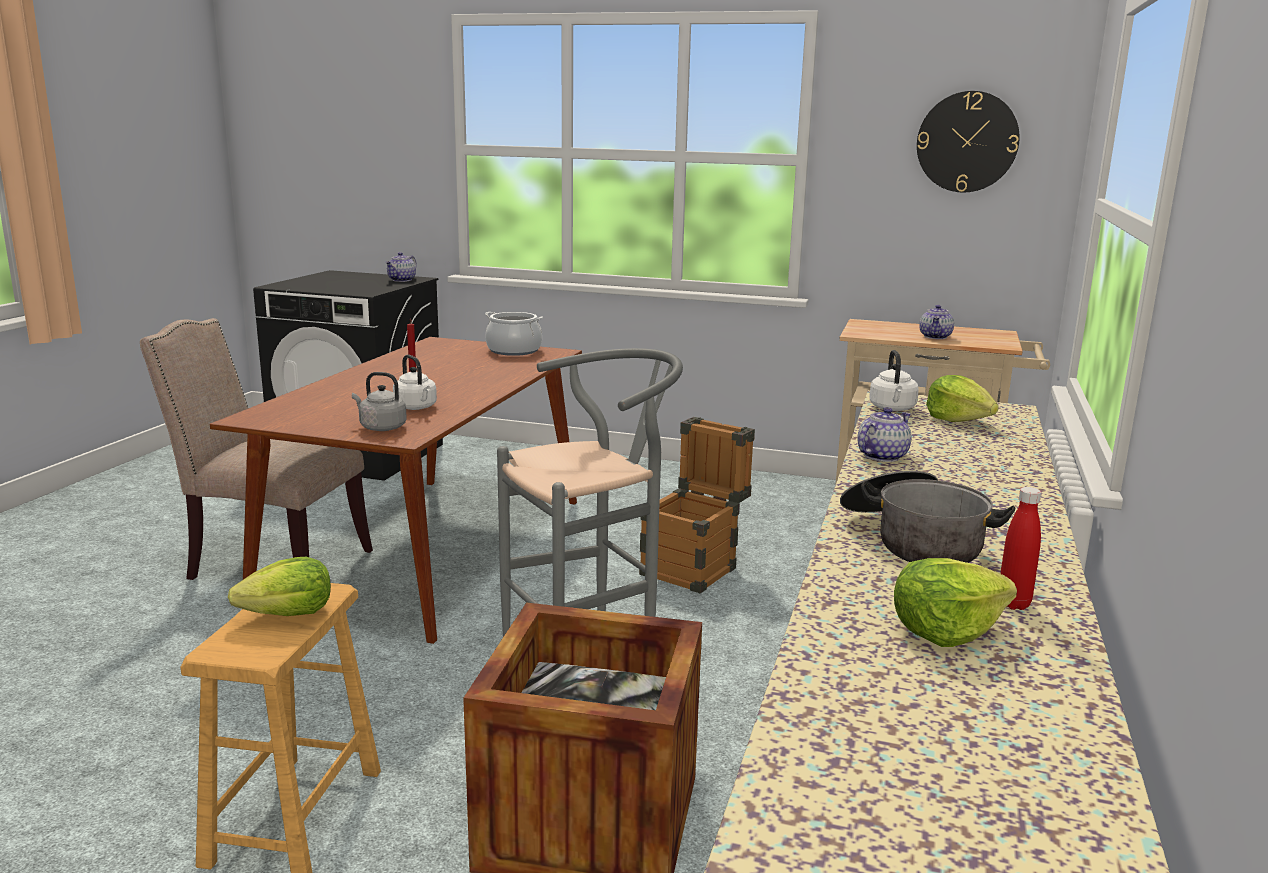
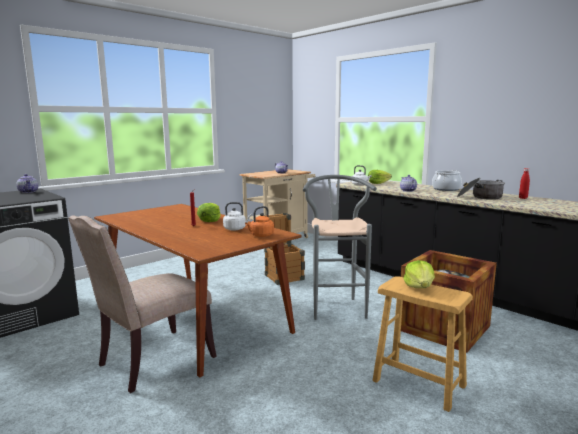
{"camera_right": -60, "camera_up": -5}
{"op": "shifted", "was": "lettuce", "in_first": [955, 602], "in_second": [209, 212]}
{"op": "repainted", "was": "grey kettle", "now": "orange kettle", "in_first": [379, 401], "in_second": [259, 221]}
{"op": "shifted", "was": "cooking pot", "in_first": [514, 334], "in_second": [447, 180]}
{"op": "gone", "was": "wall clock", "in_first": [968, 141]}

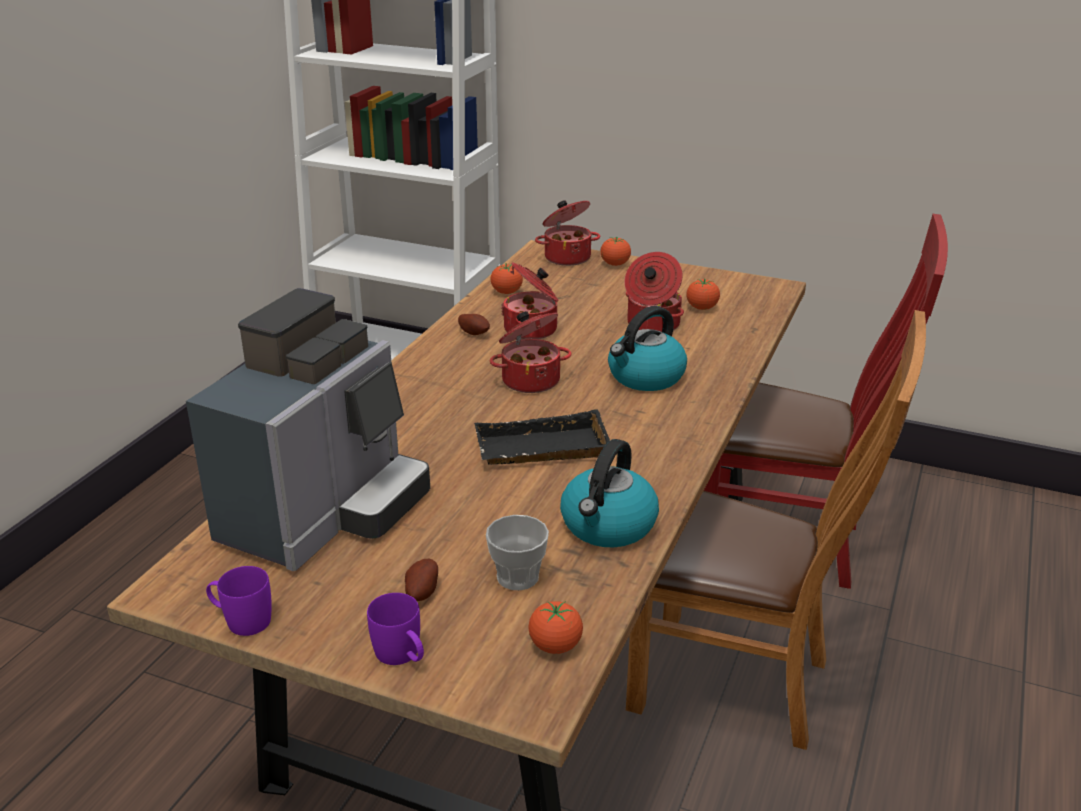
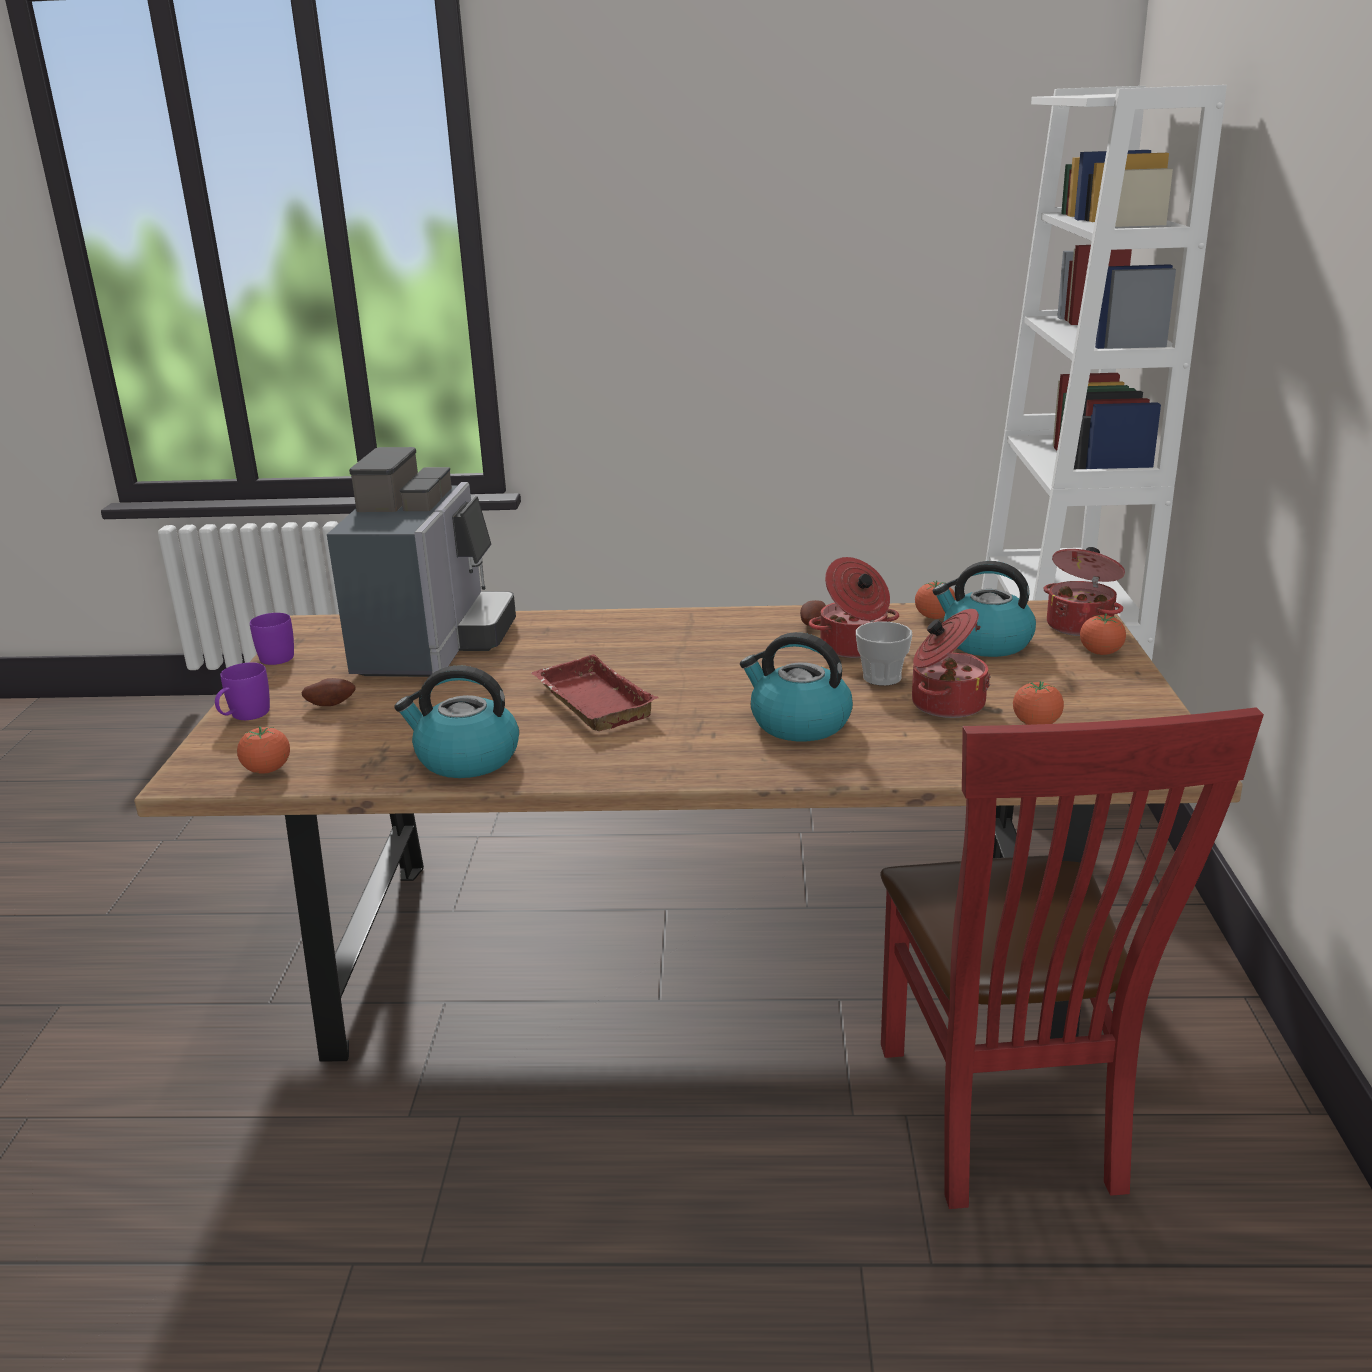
{"camera_right": 70, "camera_up": -5}
{"op": "rotated", "was": "coffee machine", "in_first": [308, 429], "in_second": [421, 562], "clockwise": -90}
{"op": "repainted", "was": "black tray", "now": "red tray", "in_first": [542, 437], "in_second": [594, 692]}
{"op": "shifted", "was": "cup", "in_first": [517, 552], "in_second": [884, 654]}
{"op": "new", "now": "kettle", "in_second": [984, 609]}
{"op": "gone", "was": "cooking pot", "in_first": [531, 352]}
{"op": "gone", "was": "brown chair", "in_first": [776, 530]}

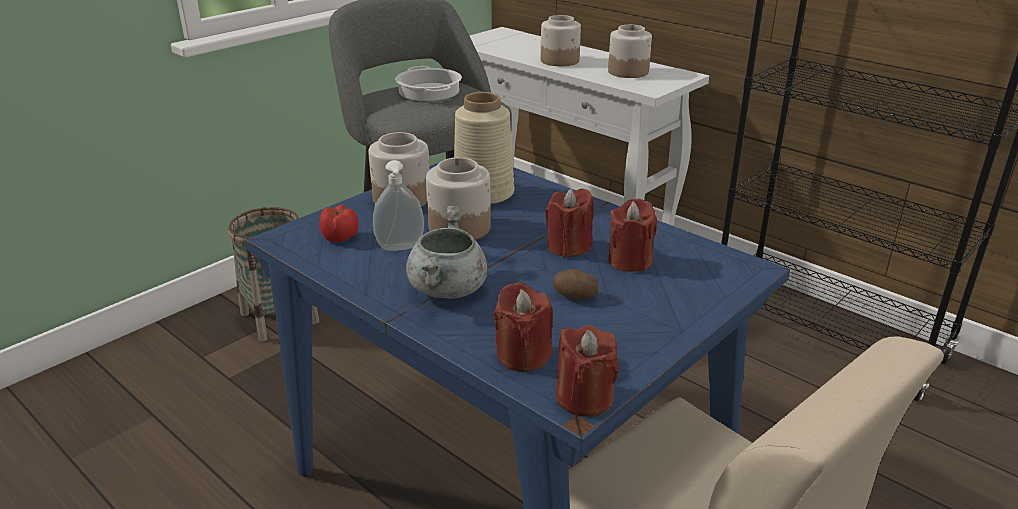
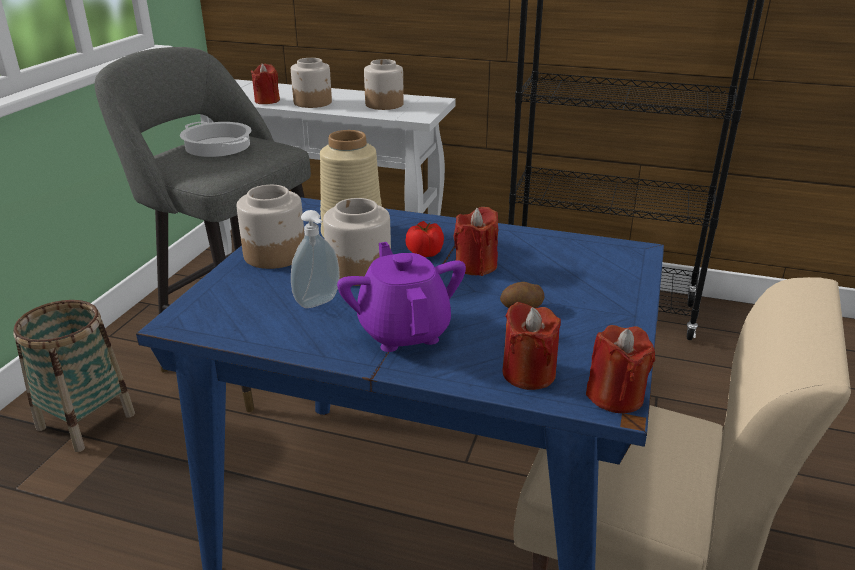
{"camera_right": -25, "camera_up": 0}
{"op": "shifted", "was": "red candle", "in_first": [632, 235], "in_second": [265, 83]}
{"op": "swapped", "was": "grey cooking pot", "now": "purple teapot", "in_first": [447, 252], "in_second": [401, 297]}
{"op": "shifted", "was": "tomato", "in_first": [339, 223], "in_second": [424, 239]}

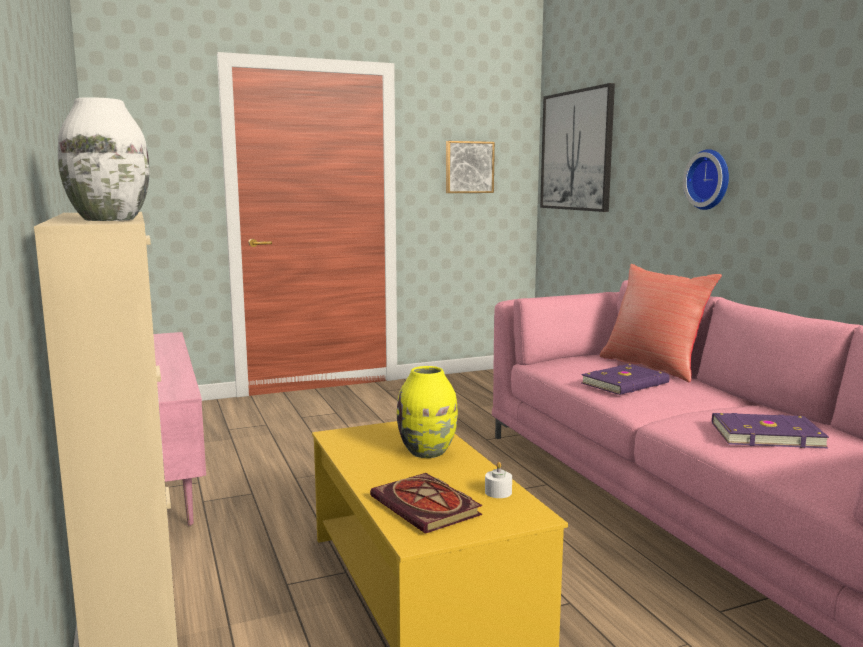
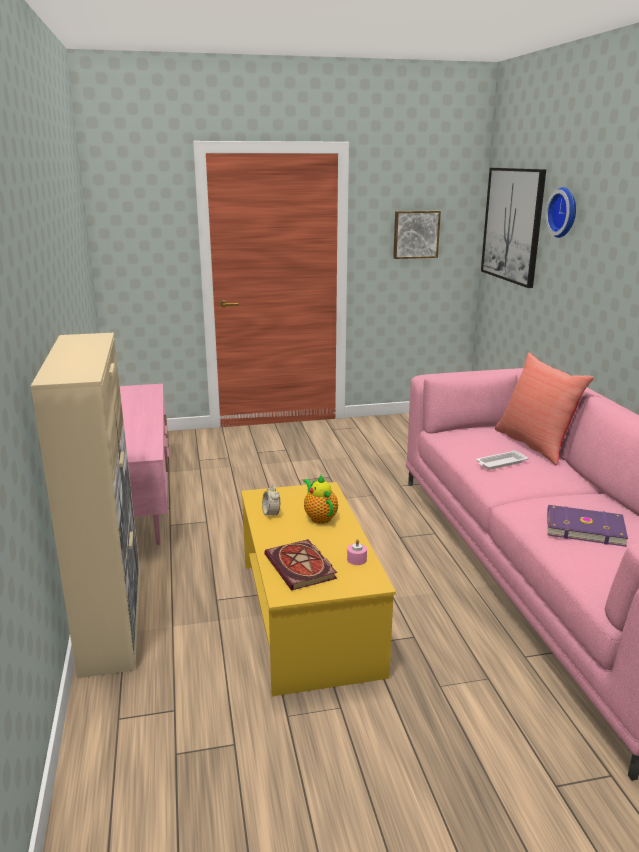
{"camera_right": 10, "camera_up": 10}
{"op": "new", "now": "alarm clock", "in_second": [271, 501]}
{"op": "swapped", "was": "yellow vase", "now": "teapot", "in_first": [427, 412], "in_second": [321, 499]}
{"op": "repainted", "was": "white candle", "now": "pink candle", "in_first": [498, 480], "in_second": [357, 552]}
{"op": "swapped", "was": "purple book", "now": "white tray", "in_first": [625, 379], "in_second": [502, 459]}
{"op": "shifted", "was": "wall clock", "in_first": [706, 179], "in_second": [560, 212]}
{"op": "gone", "was": "white vase", "in_first": [104, 159]}

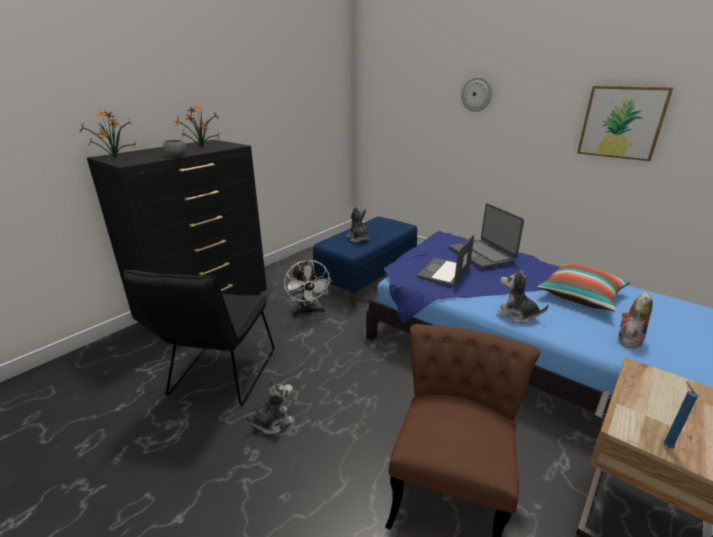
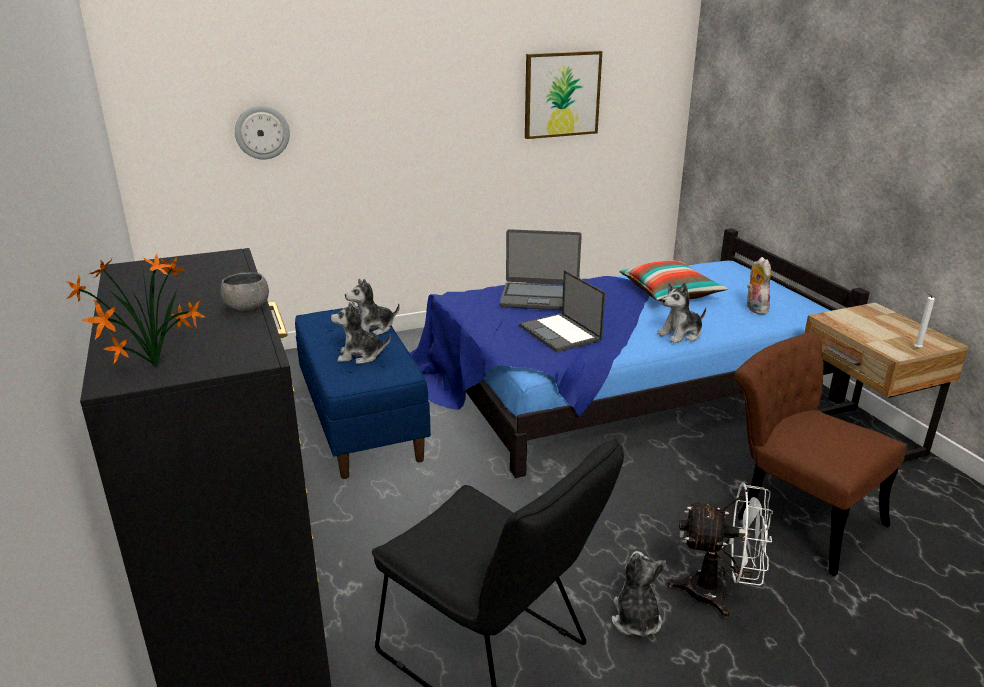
{"camera_right": -60, "camera_up": 0}
{"op": "shifted", "was": "wall clock", "in_first": [477, 94], "in_second": [262, 132]}
{"op": "new", "now": "plush toy", "in_second": [372, 307]}
{"op": "shifted", "was": "white fan", "in_first": [308, 288], "in_second": [720, 550]}
{"op": "repainted", "was": "blue candle", "now": "white candle", "in_first": [680, 414], "in_second": [925, 320]}
{"op": "gone", "was": "potted plant", "in_first": [197, 126]}

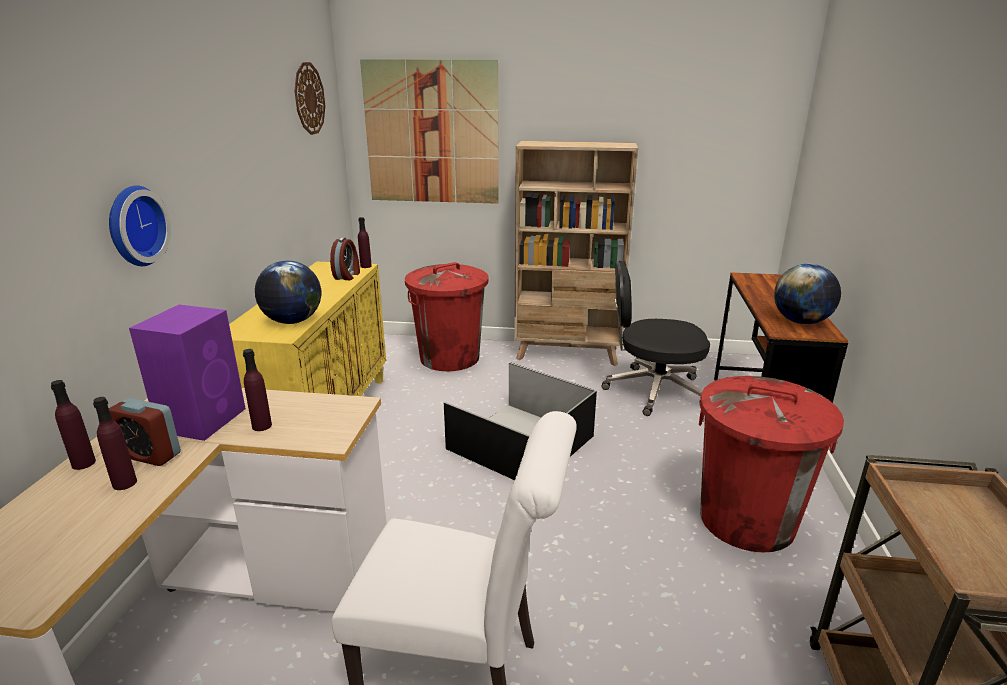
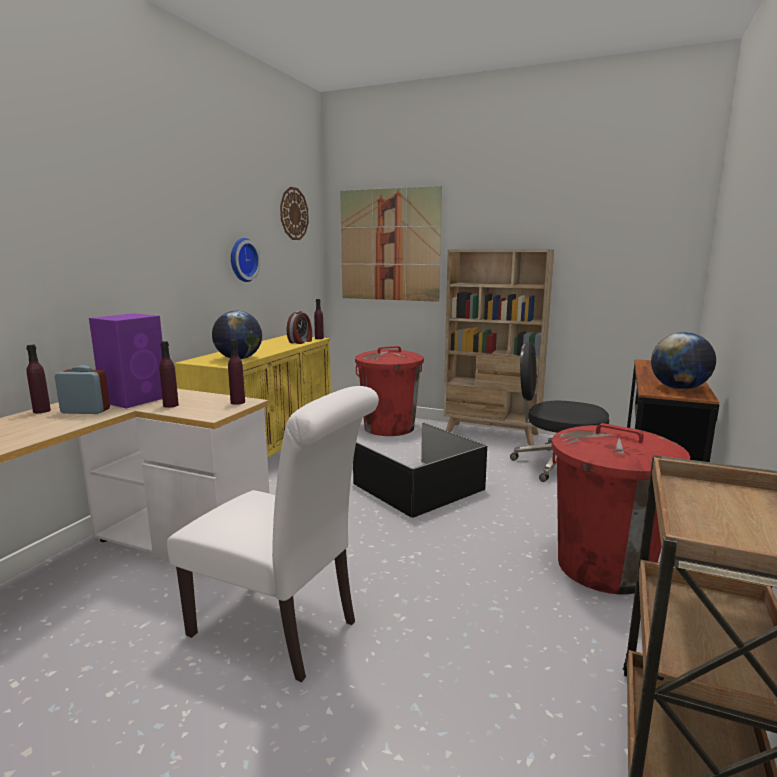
{"camera_right": 15, "camera_up": -10}
{"op": "rotated", "was": "alarm clock", "in_first": [145, 432], "in_second": [82, 389], "clockwise": 150}
{"op": "shifted", "was": "purple bottle", "in_first": [115, 443], "in_second": [236, 372]}
{"op": "shifted", "was": "wall clock", "in_first": [140, 225], "in_second": [246, 260]}

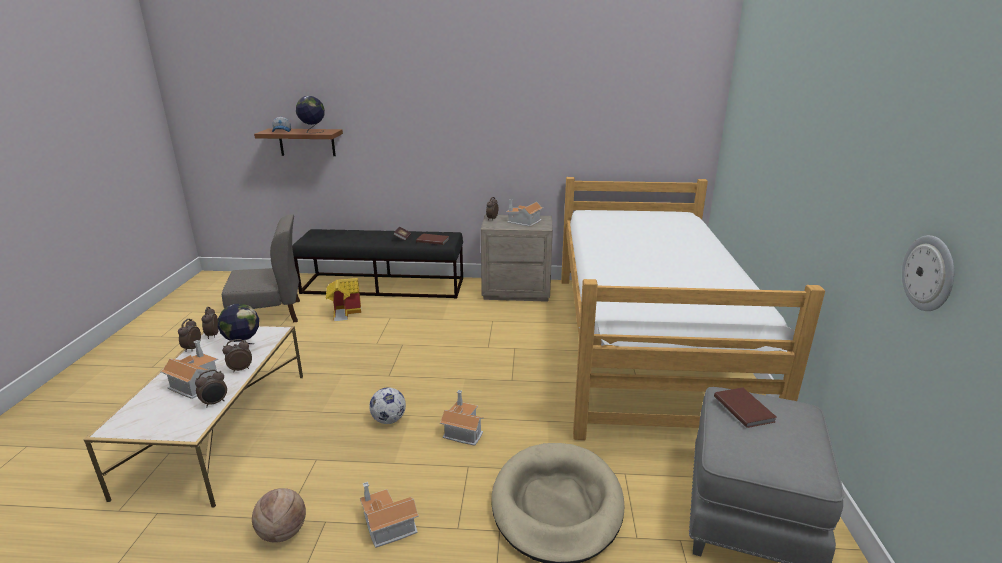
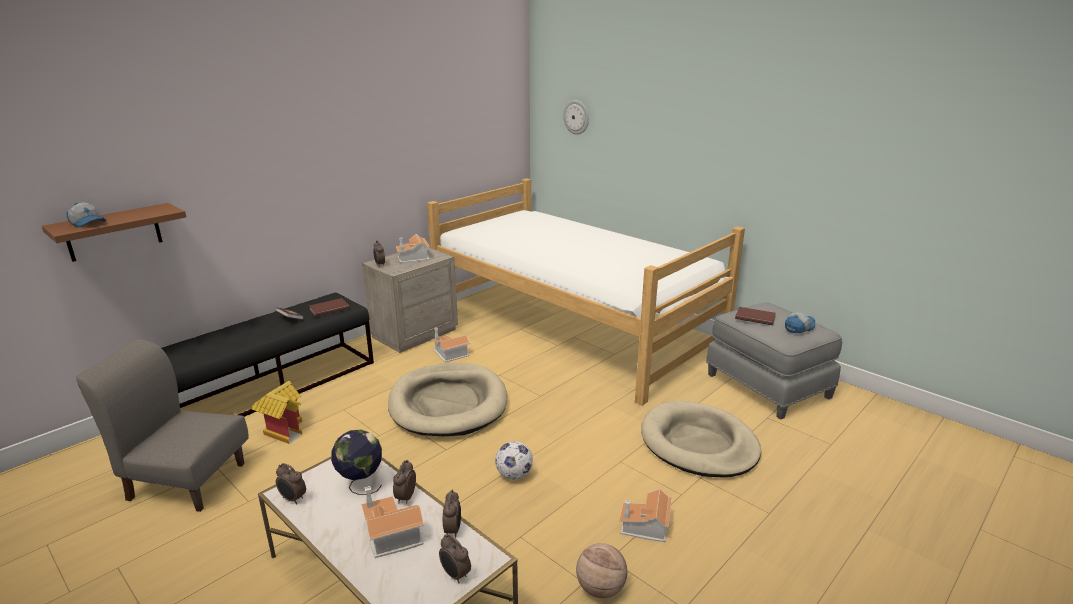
{"camera_right": -50, "camera_up": 0}
{"op": "rotated", "was": "grey chair", "in_first": [261, 268], "in_second": [162, 425], "clockwise": -105}
{"op": "new", "now": "beige dog bed", "in_second": [447, 399]}
{"op": "shifted", "was": "toy house", "in_first": [462, 418], "in_second": [451, 345]}
{"op": "shifted", "was": "alarm clock", "in_first": [189, 335], "in_second": [455, 559]}
{"op": "shifted", "was": "wall clock", "in_first": [928, 273], "in_second": [576, 117]}
{"op": "new", "now": "cap", "in_second": [800, 322]}
{"op": "gone", "was": "globe", "in_first": [310, 114]}

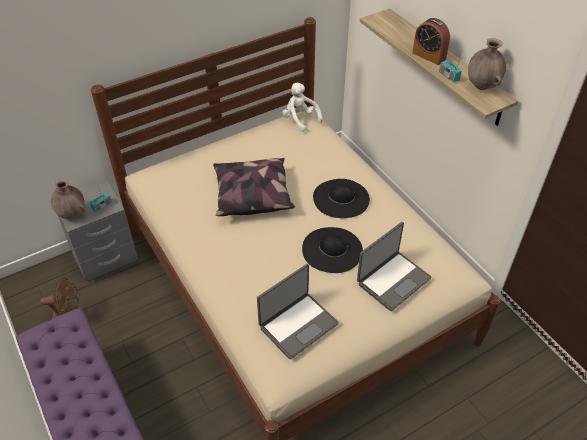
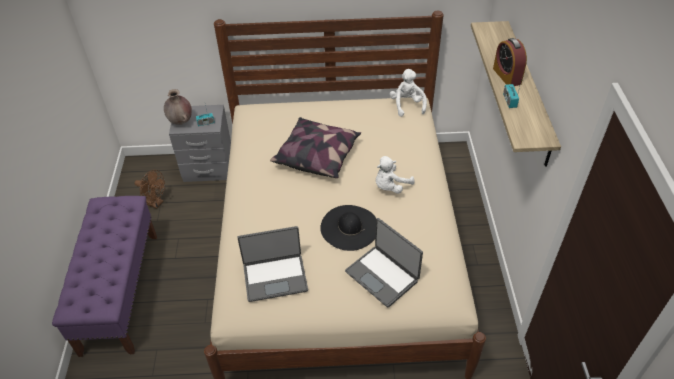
{"camera_right": 30, "camera_up": 0}
{"op": "rotated", "was": "laptop", "in_first": [394, 266], "in_second": [384, 262], "clockwise": 60}
{"op": "swapped", "was": "black hat", "now": "white plush toy", "in_first": [341, 198], "in_second": [395, 175]}
{"op": "gone", "was": "brown vase", "in_first": [487, 64]}

